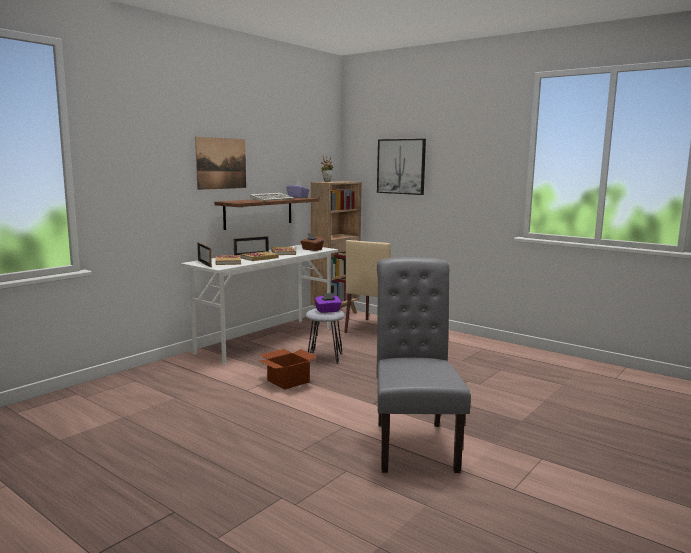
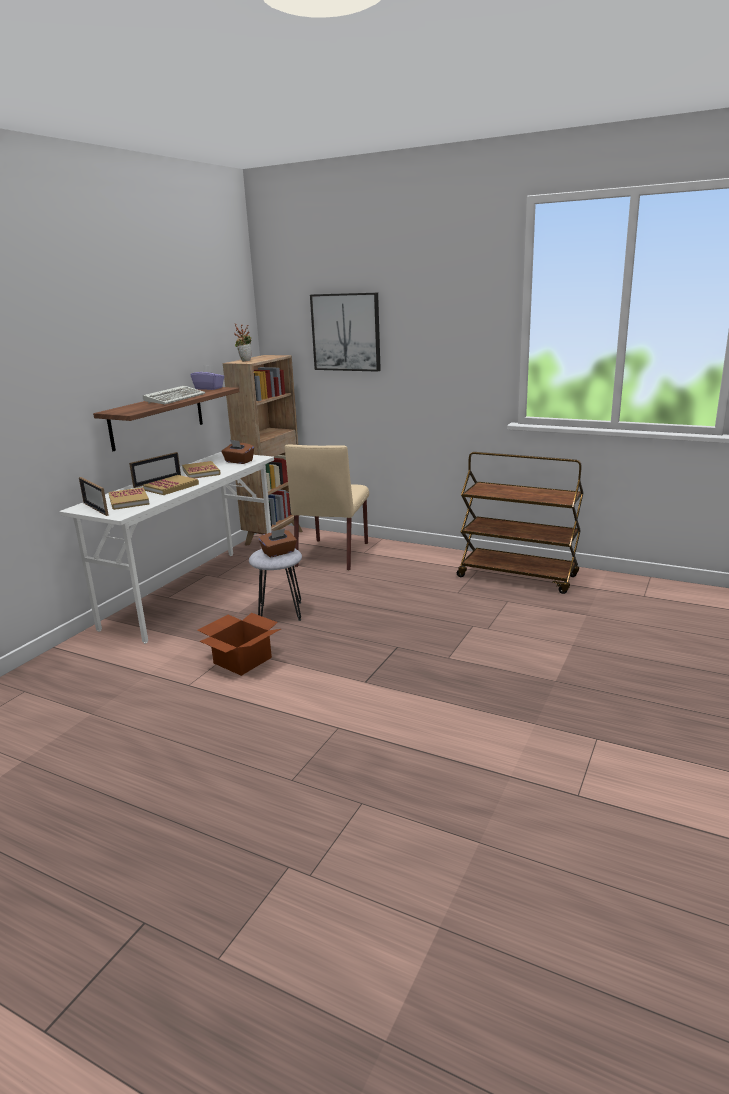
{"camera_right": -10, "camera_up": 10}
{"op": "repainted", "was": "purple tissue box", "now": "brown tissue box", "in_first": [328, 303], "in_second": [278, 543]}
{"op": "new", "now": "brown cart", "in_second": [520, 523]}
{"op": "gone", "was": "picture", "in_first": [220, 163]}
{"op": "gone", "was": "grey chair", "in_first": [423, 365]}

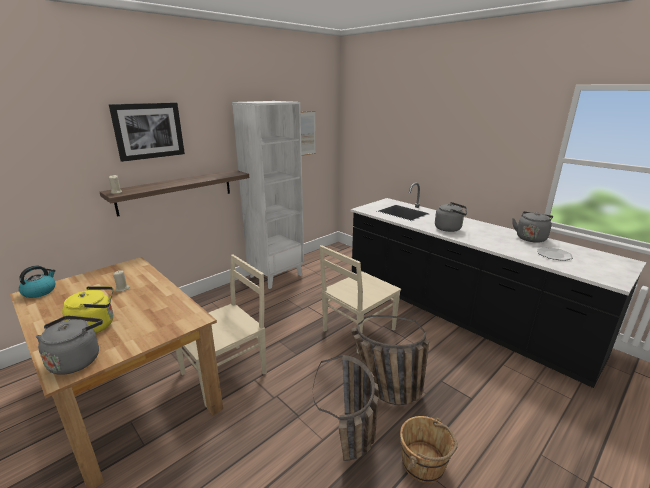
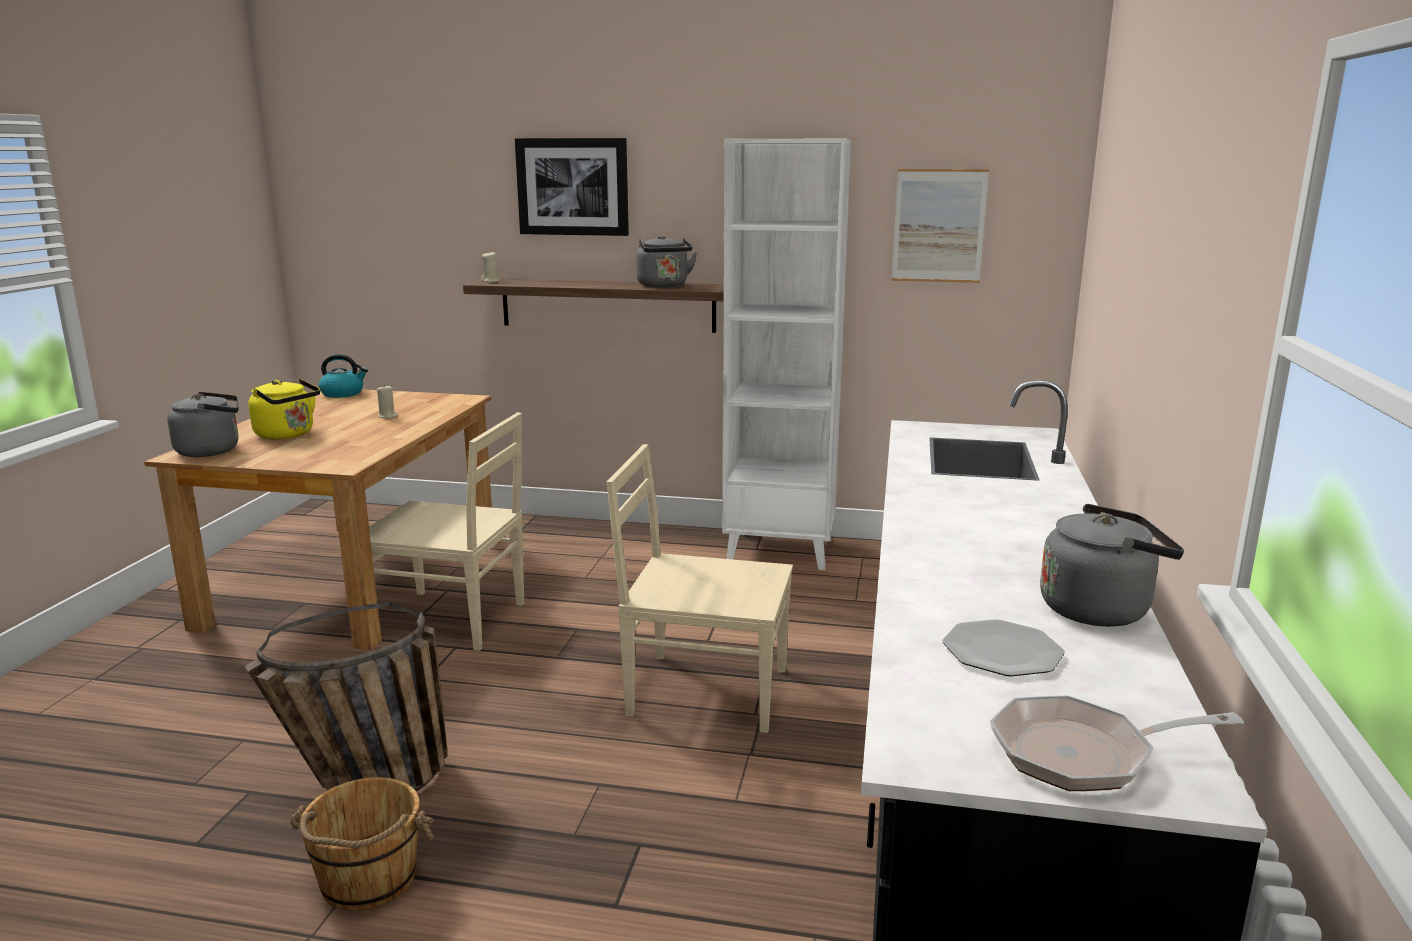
{"camera_right": 55, "camera_up": -5}
{"op": "shifted", "was": "grey kettle", "in_first": [451, 217], "in_second": [666, 261]}
{"op": "new", "now": "frying pan", "in_second": [1117, 743]}
{"op": "gone", "was": "basket", "in_first": [390, 360]}

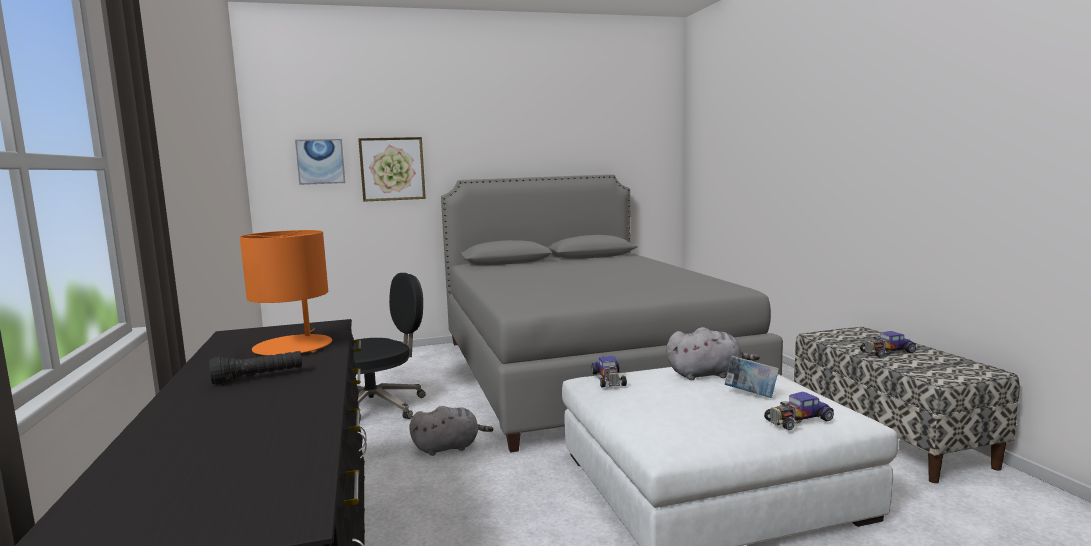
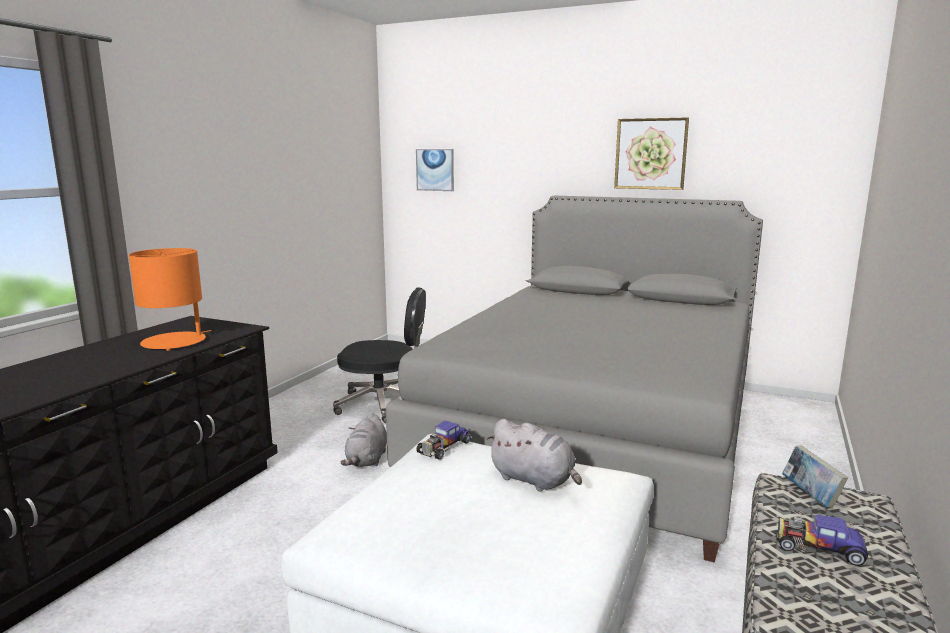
{"camera_right": 40, "camera_up": 5}
{"op": "rotated", "was": "grey plush toy", "in_first": [451, 431], "in_second": [364, 440], "clockwise": 75}
{"op": "shifted", "was": "picture", "in_first": [392, 169], "in_second": [651, 153]}
{"op": "shifted", "was": "book", "in_first": [752, 377], "in_second": [815, 476]}
{"op": "gone", "was": "black flashlight", "in_first": [255, 368]}
{"op": "gone", "was": "toy car", "in_first": [799, 411]}

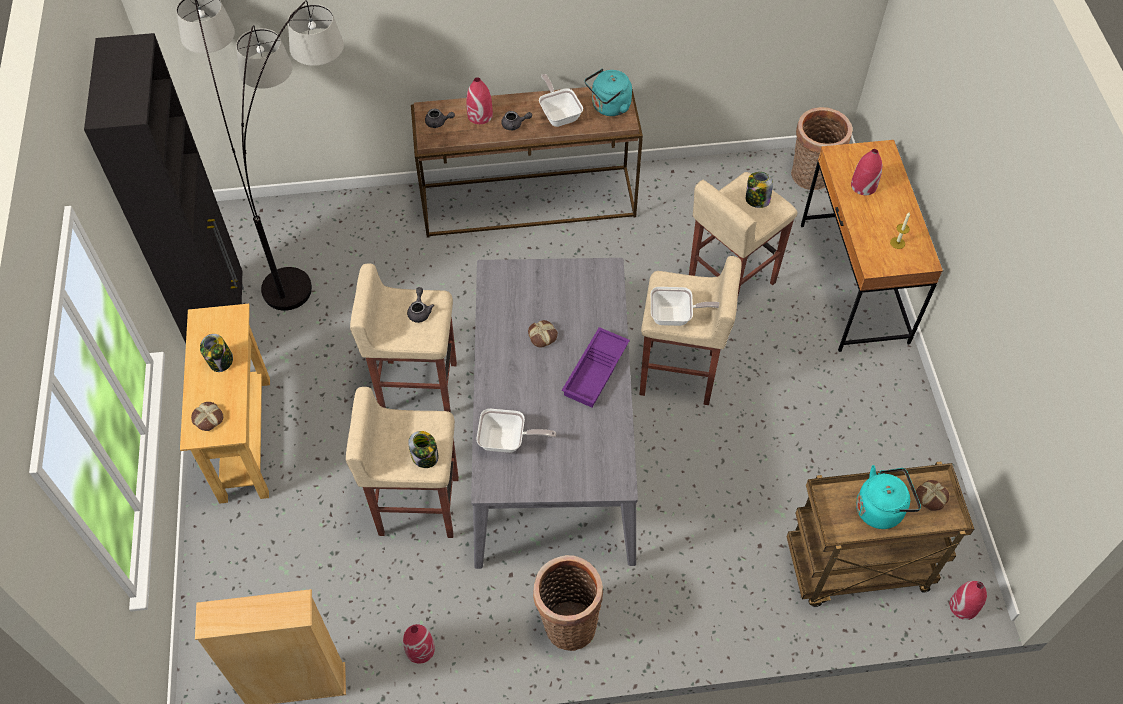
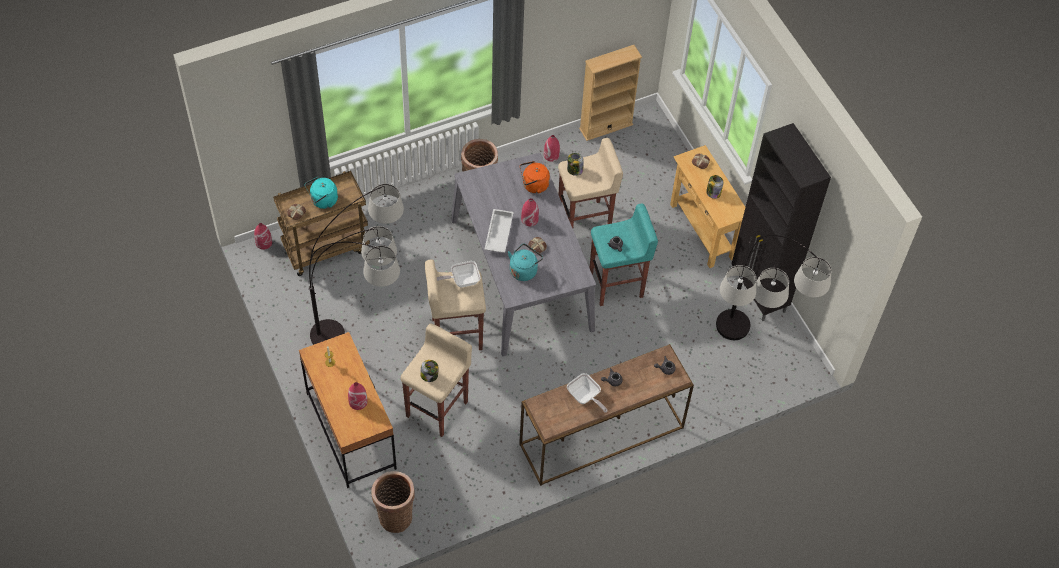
{"camera_right": 160, "camera_up": 0}
{"op": "new", "now": "floor lamp", "in_second": [356, 264]}
{"op": "repainted", "was": "purple tray", "now": "white tray", "in_first": [596, 367], "in_second": [499, 231]}
{"op": "shifted", "was": "turquoise kettle", "in_first": [608, 92], "in_second": [525, 262]}
{"op": "swapped", "was": "frying pan", "now": "orange kettle", "in_first": [516, 431], "in_second": [535, 177]}
{"op": "shifted", "was": "red vase", "in_first": [479, 100], "in_second": [530, 212]}
{"op": "repainted", "was": "beige stool", "now": "turquoise stool", "in_first": [403, 338], "in_second": [624, 255]}

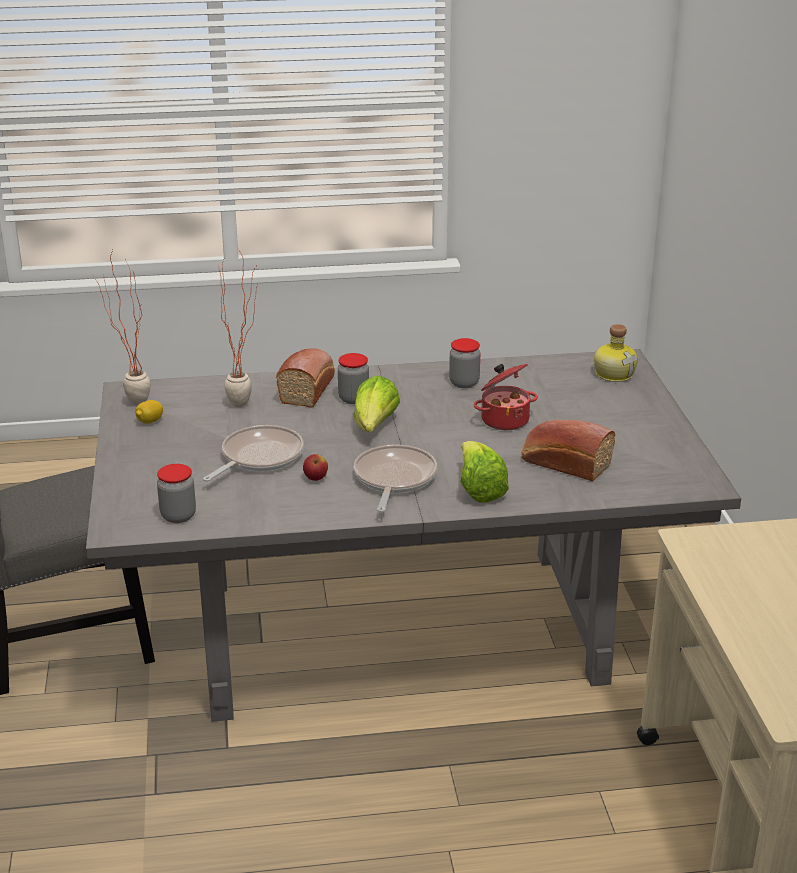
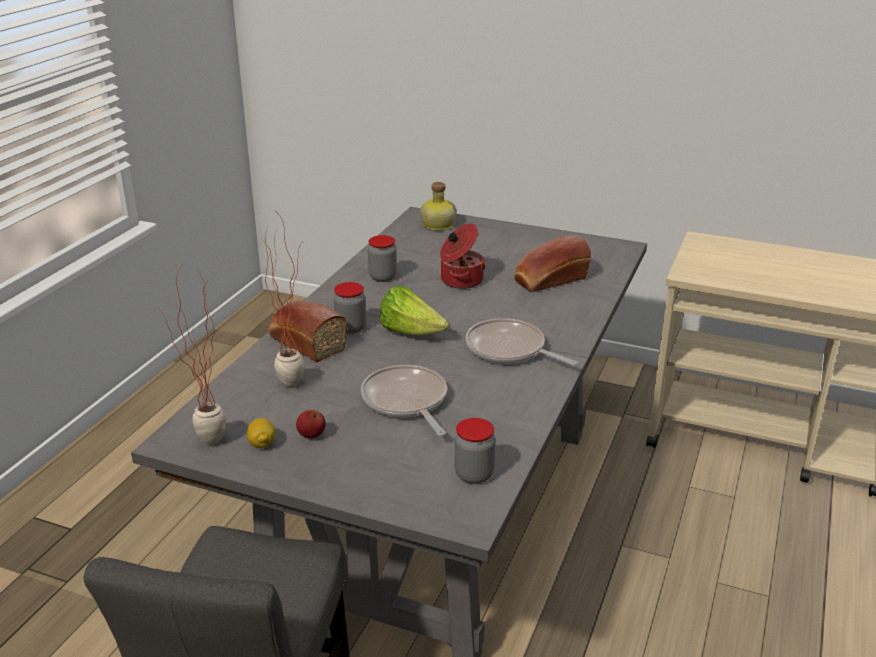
{"camera_right": -60, "camera_up": 0}
{"op": "shifted", "was": "apple", "in_first": [315, 467], "in_second": [311, 424]}
{"op": "gone", "was": "lettuce", "in_first": [484, 471]}

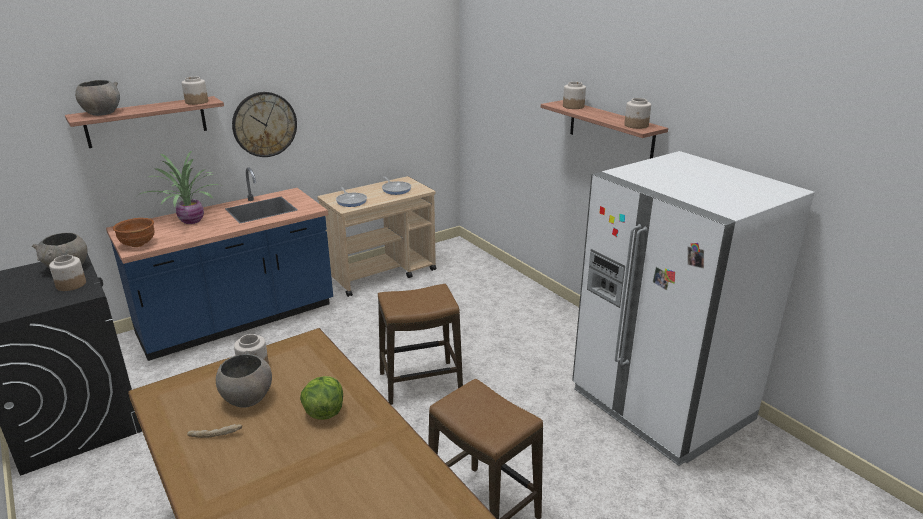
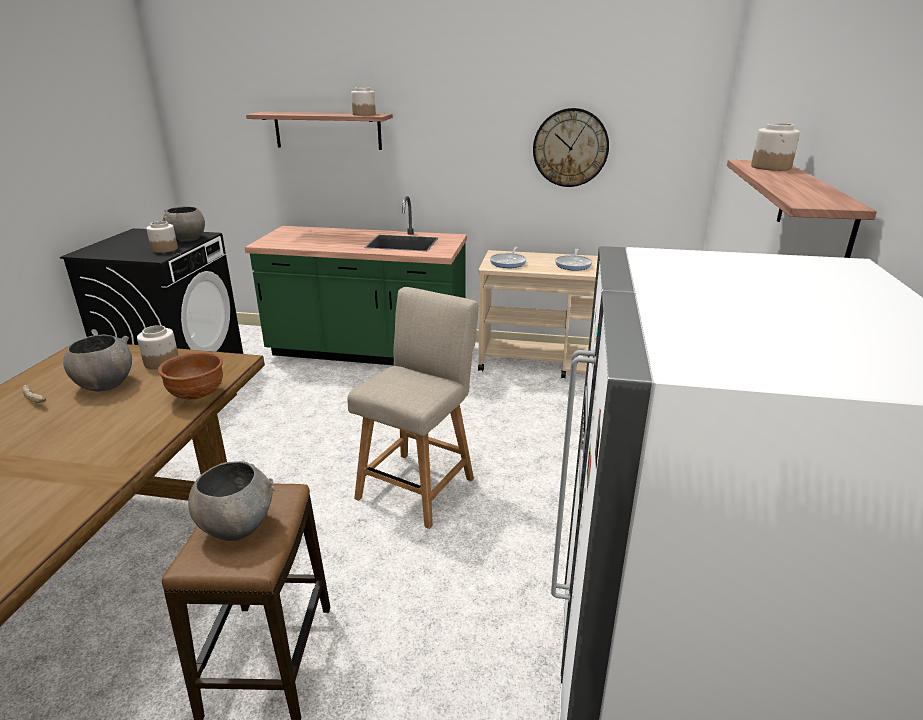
{"camera_right": 45, "camera_up": 0}
{"op": "shifted", "was": "brown bowl", "in_first": [134, 232], "in_second": [190, 376]}
{"op": "shifted", "was": "grey bowl", "in_first": [97, 98], "in_second": [231, 501]}
{"op": "repainted", "was": "blue counter", "now": "green counter", "in_first": [219, 264], "in_second": [356, 280]}
{"op": "swapped", "was": "stool", "now": "beige chair", "in_first": [420, 344], "in_second": [413, 408]}
{"op": "shifted", "was": "wall clock", "in_first": [264, 124], "in_second": [571, 147]}
{"op": "gone", "was": "potted plant", "in_first": [178, 187]}
{"op": "gone", "was": "lettuce", "in_first": [321, 398]}
{"op": "gone", "was": "jar", "in_first": [637, 113]}

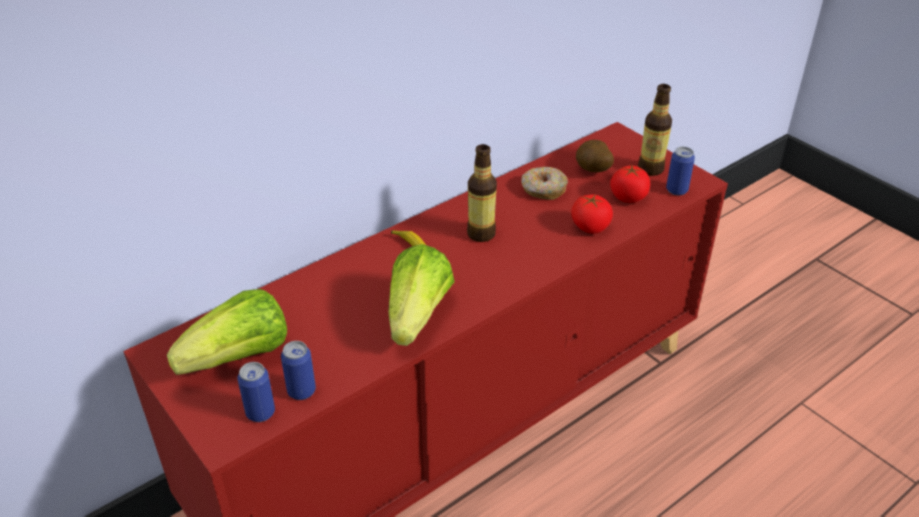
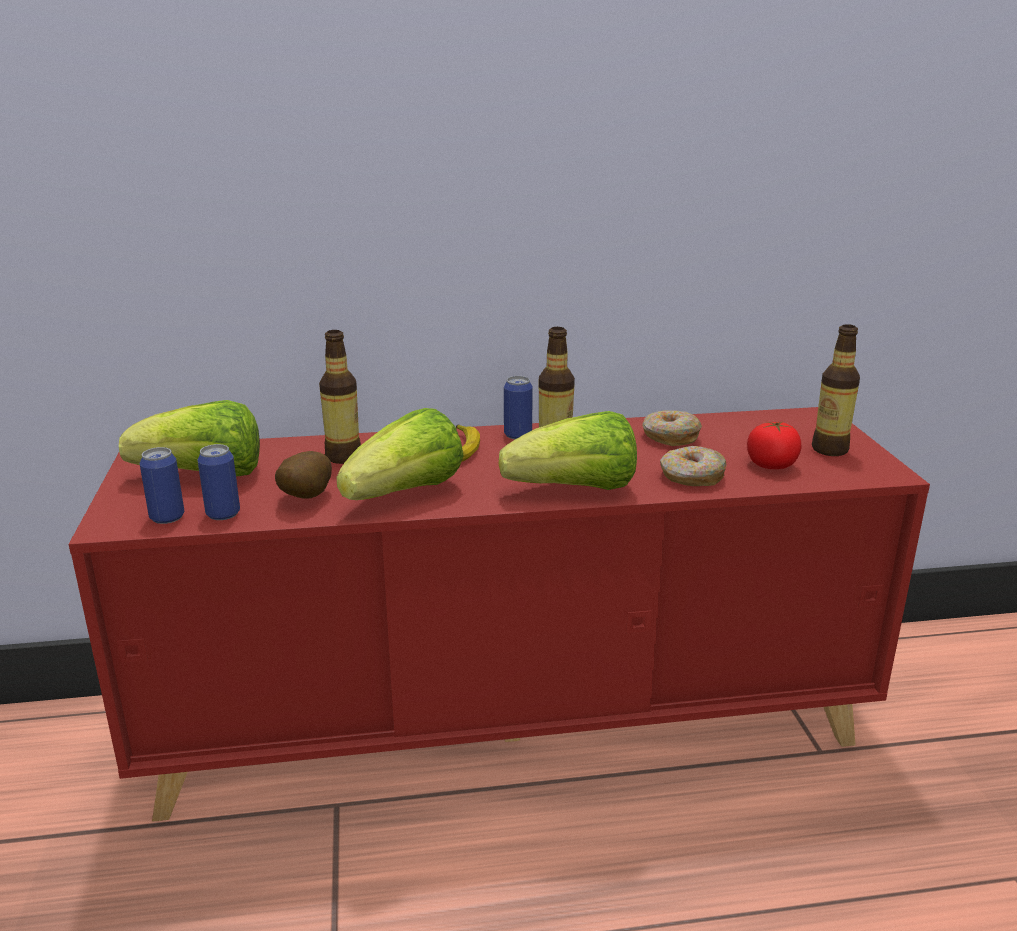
{"camera_right": 30, "camera_up": -15}
{"op": "shifted", "was": "potato", "in_first": [595, 156], "in_second": [303, 475]}
{"op": "new", "now": "bottle", "in_second": [340, 397]}
{"op": "new", "now": "lettuce", "in_second": [568, 450]}
{"op": "shifted", "was": "can", "in_first": [680, 171], "in_second": [518, 407]}
{"op": "swapped", "was": "tomato", "now": "donut", "in_first": [592, 214], "in_second": [693, 466]}

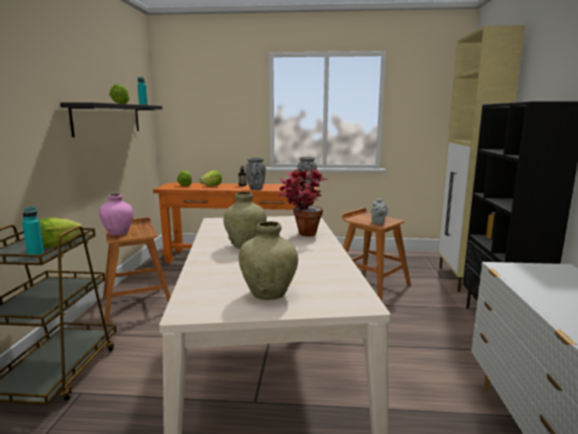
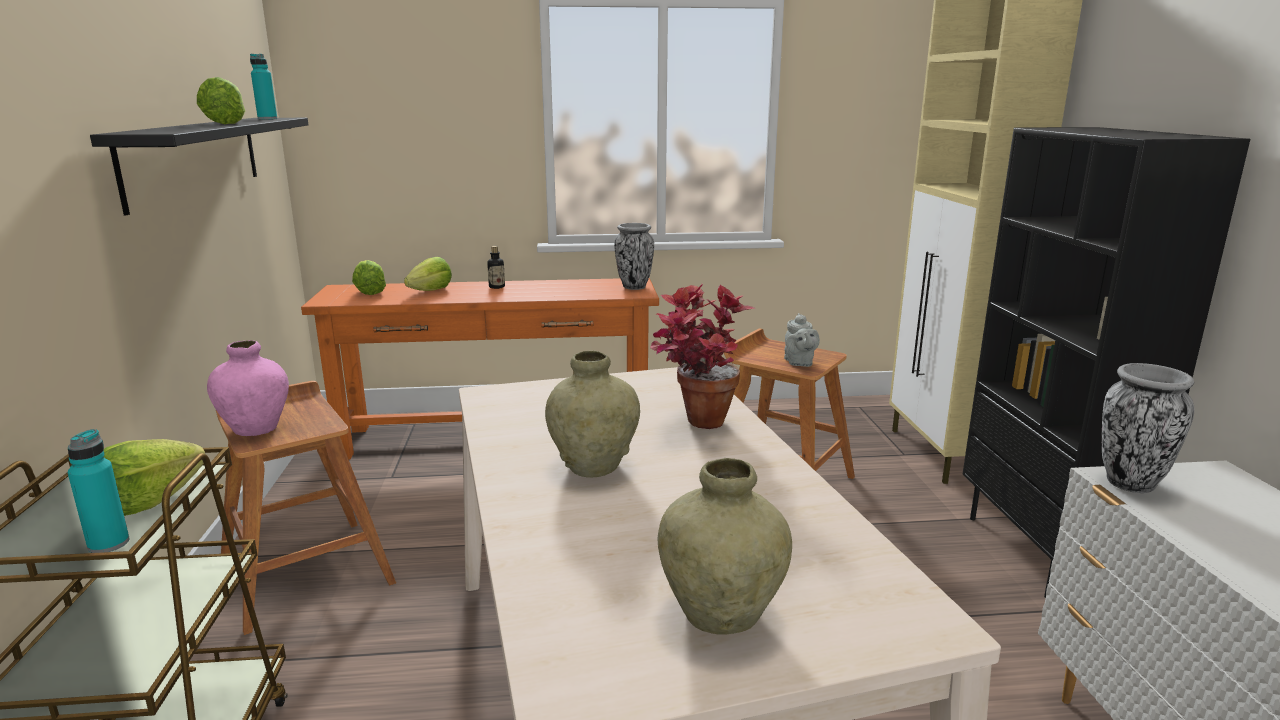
{"camera_right": -10, "camera_up": 5}
{"op": "shifted", "was": "vase", "in_first": [256, 174], "in_second": [1148, 428]}

